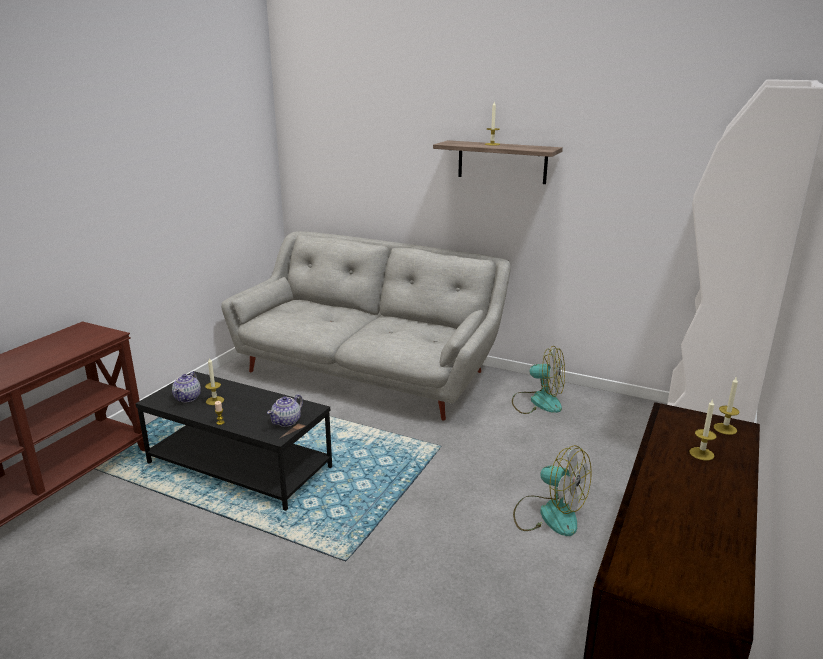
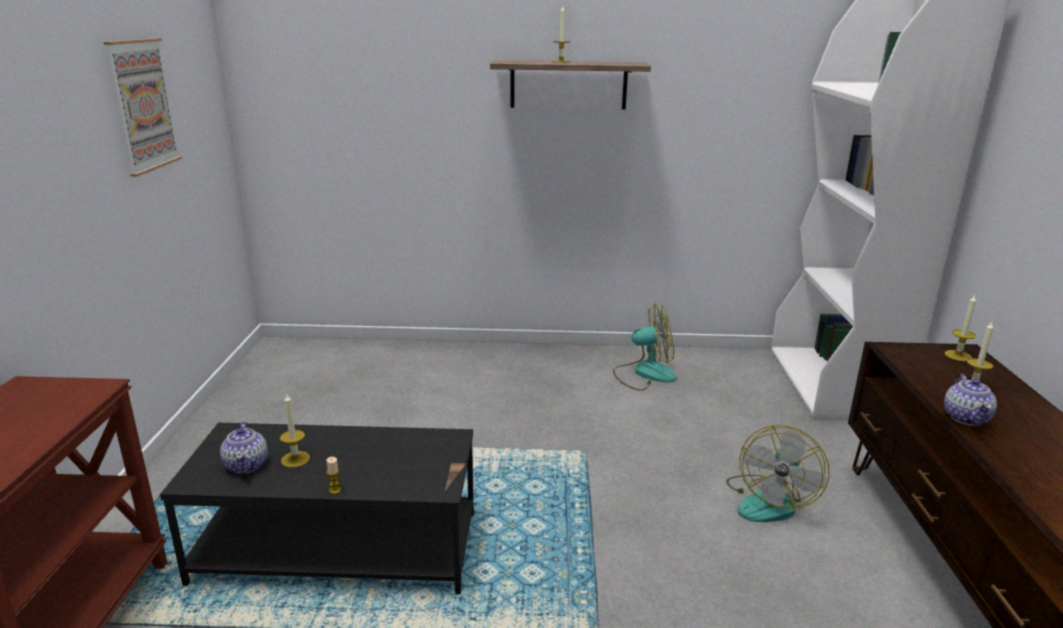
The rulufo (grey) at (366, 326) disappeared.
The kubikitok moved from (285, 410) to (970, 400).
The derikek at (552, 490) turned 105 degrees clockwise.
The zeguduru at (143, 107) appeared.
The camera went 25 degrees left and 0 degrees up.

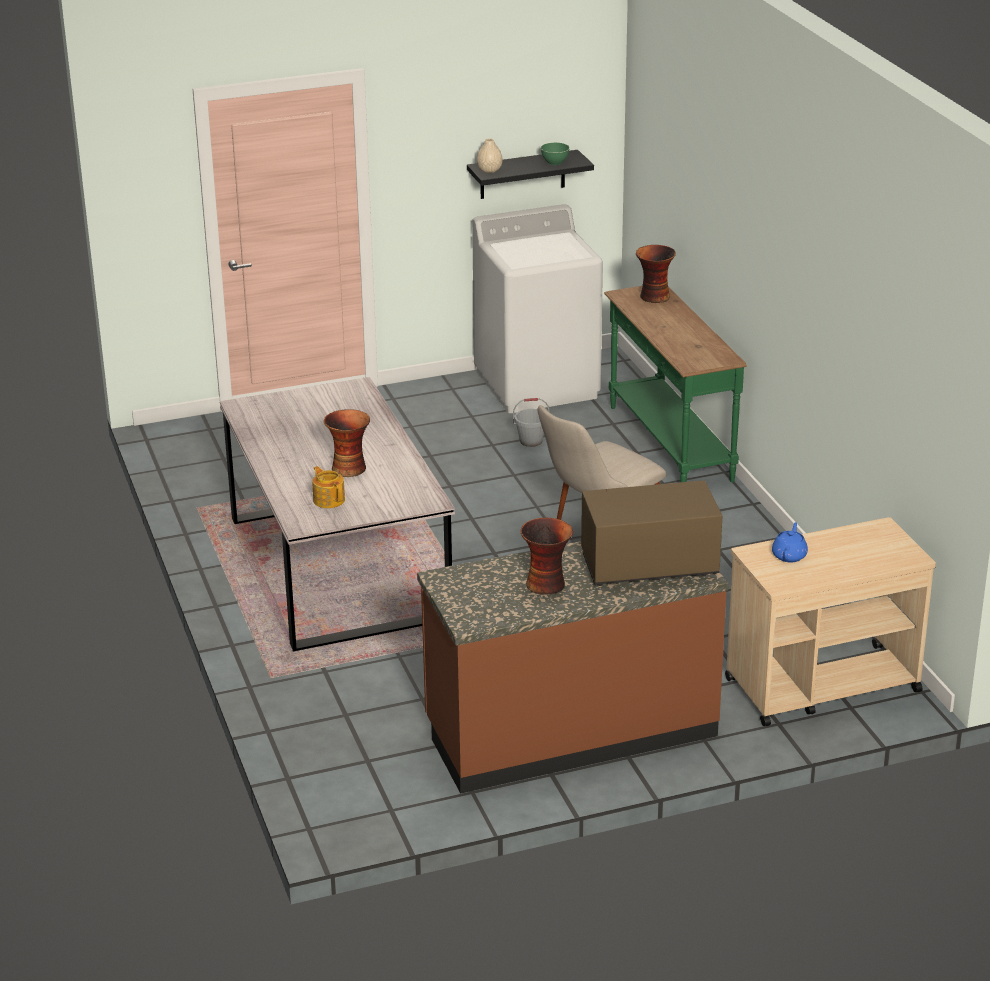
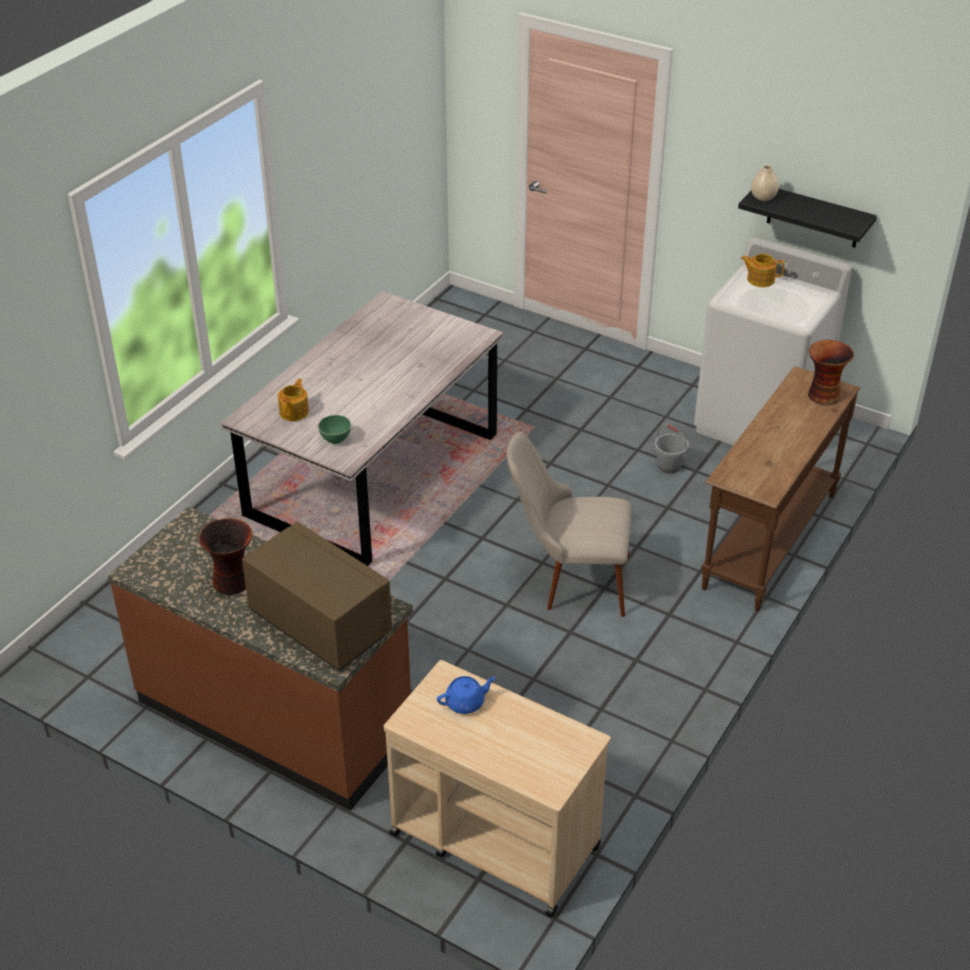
The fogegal at (347, 443) disappeared.
The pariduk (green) moved from (555, 154) to (334, 429).
The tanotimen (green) at (675, 384) became the tanotimen (brown) at (780, 488).
The kubikitok at (762, 270) appeared.
The camera went 50 degrees right and 10 degrees up.

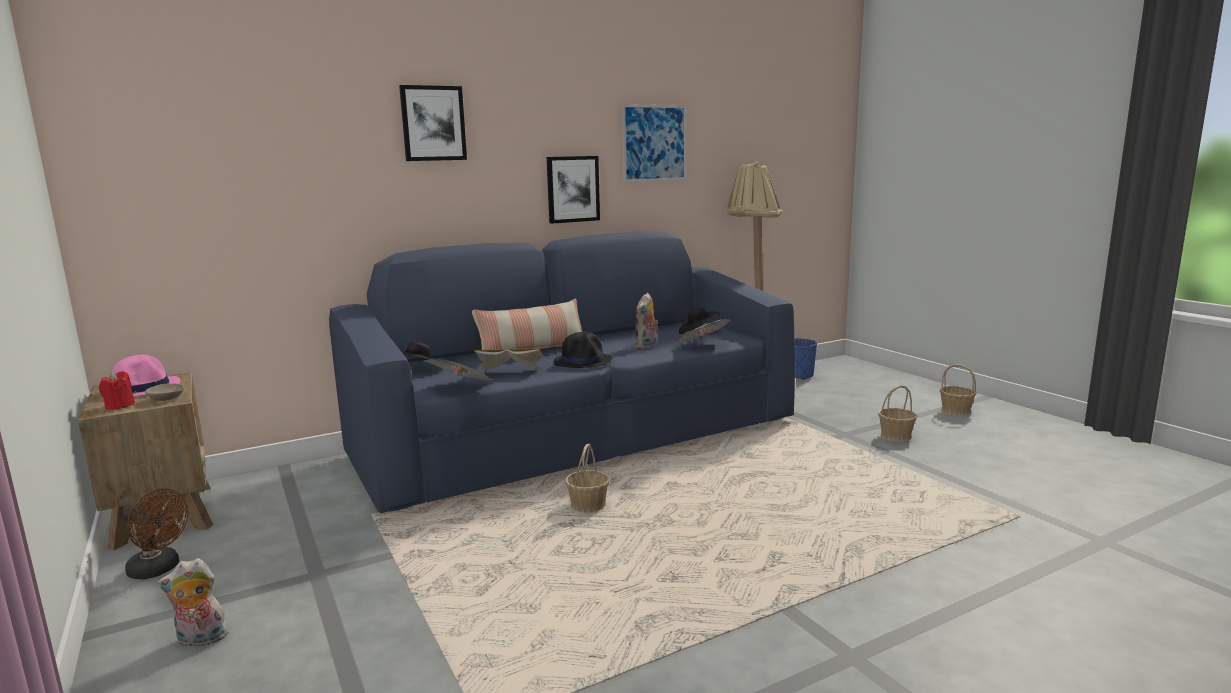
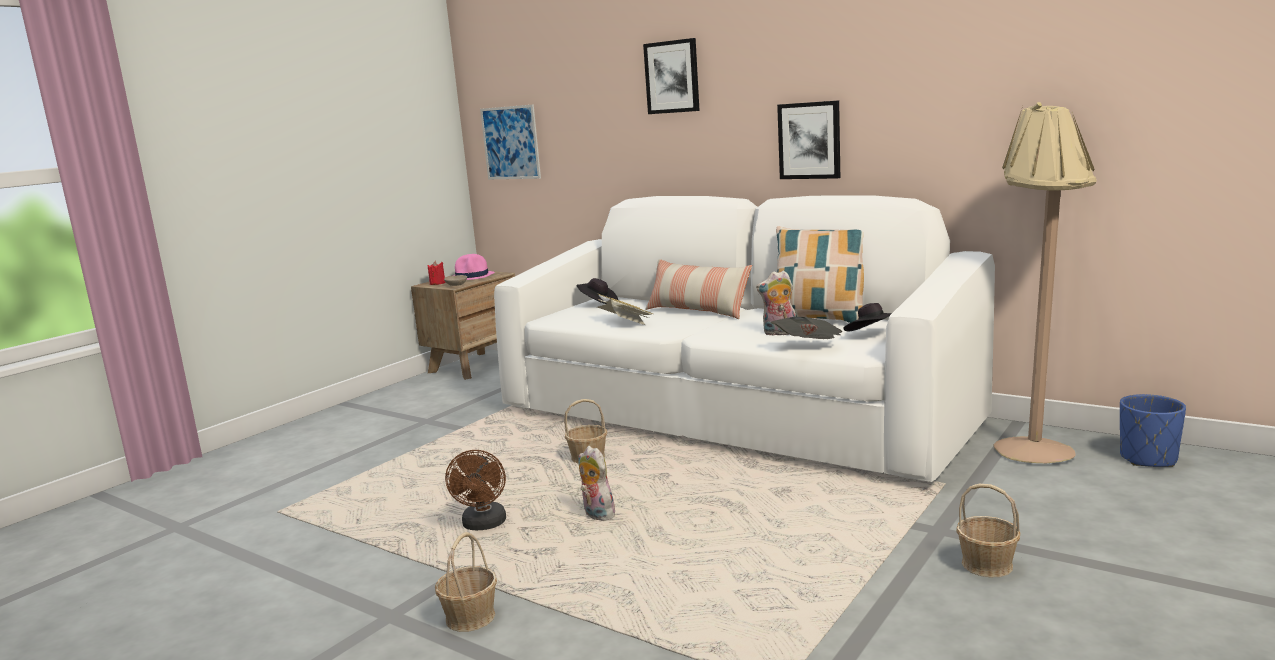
The derikek (brown) moved from (155, 533) to (475, 490).
The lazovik moved from (194, 603) to (598, 483).
The rulufo (blue) at (562, 372) became the rulufo (white) at (744, 338).
The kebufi at (458, 369) disappeared.
The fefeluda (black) at (583, 350) disappeared.
The zeguduru moved from (654, 143) to (510, 141).
The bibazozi moved from (958, 390) to (466, 582).
The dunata at (820, 274) appeared.
The camera went 65 degrees right and 0 degrees up.

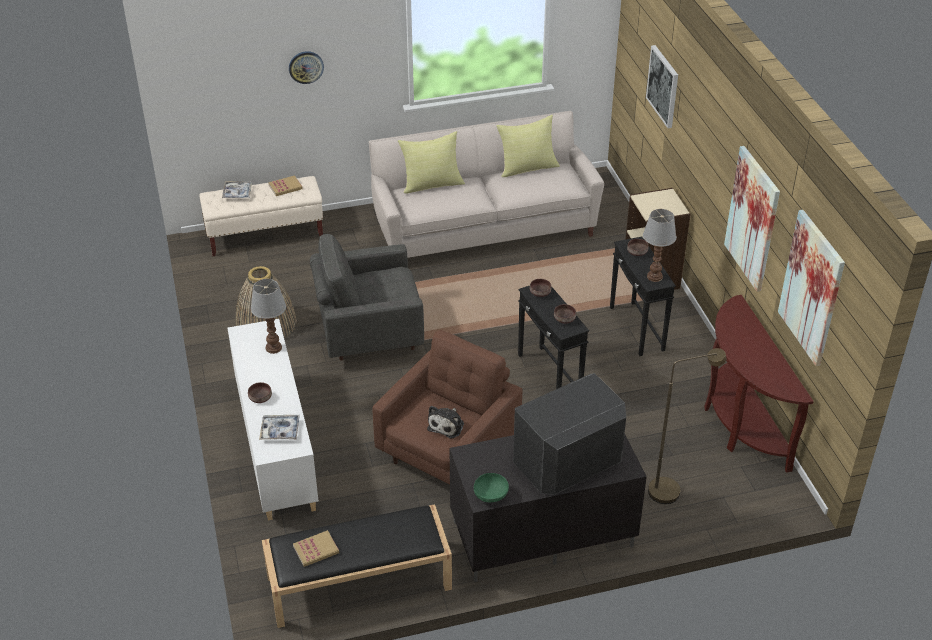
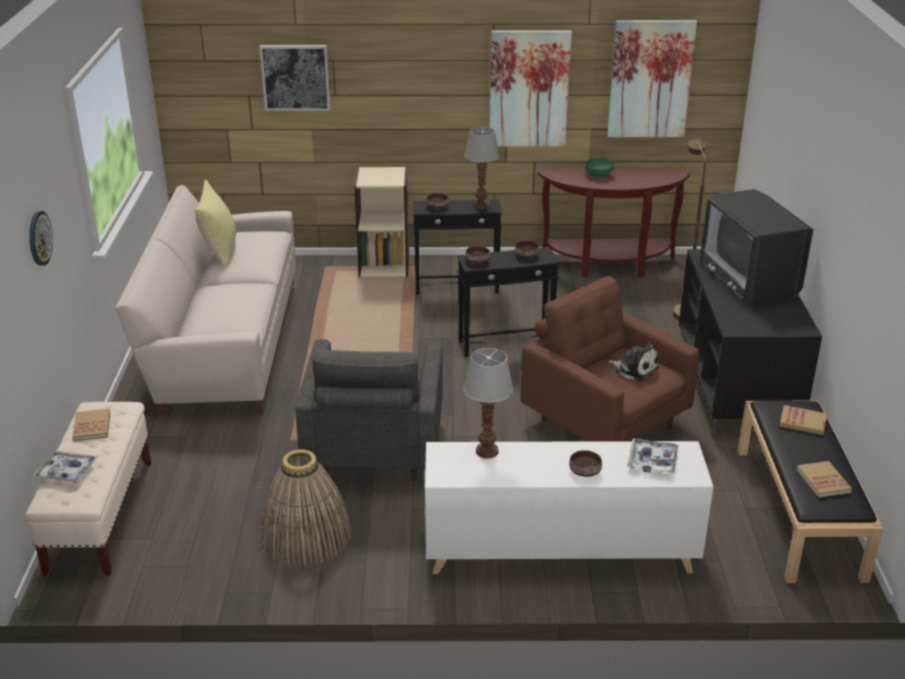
The dunata (yellow) at (431, 162) disappeared.
The pariduk (green) moved from (491, 487) to (599, 167).
The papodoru at (803, 420) appeared.
The camera went 75 degrees left and 10 degrees down.

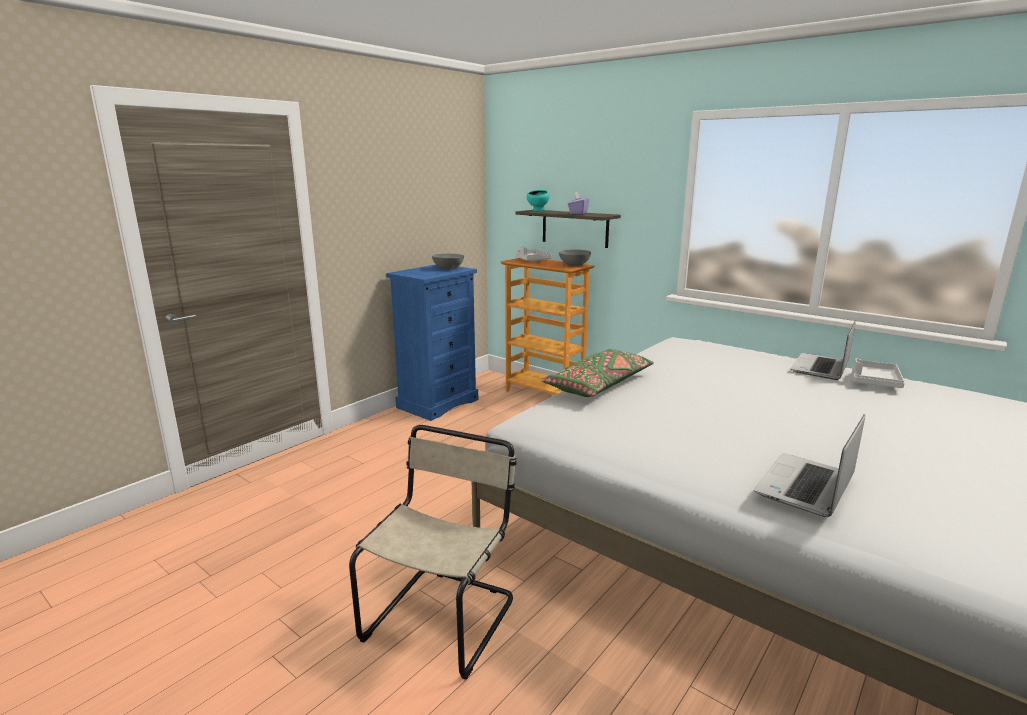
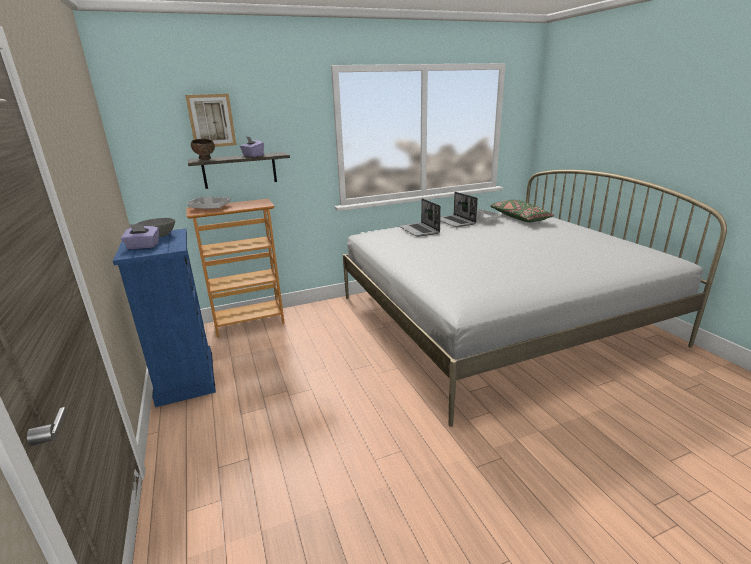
The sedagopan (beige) at (433, 552) disappeared.
The pariduk (turquoise) at (538, 200) became the pariduk (brown) at (203, 149).
The dunata (green) moved from (598, 373) to (522, 211).
The pariduk (grey) at (575, 258) disappeared.
The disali moved from (809, 465) to (420, 217).
The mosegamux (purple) at (140, 236) appeared.
The zeguduru at (210, 120) appeared.
The camera went 60 degrees left and 5 degrees up.

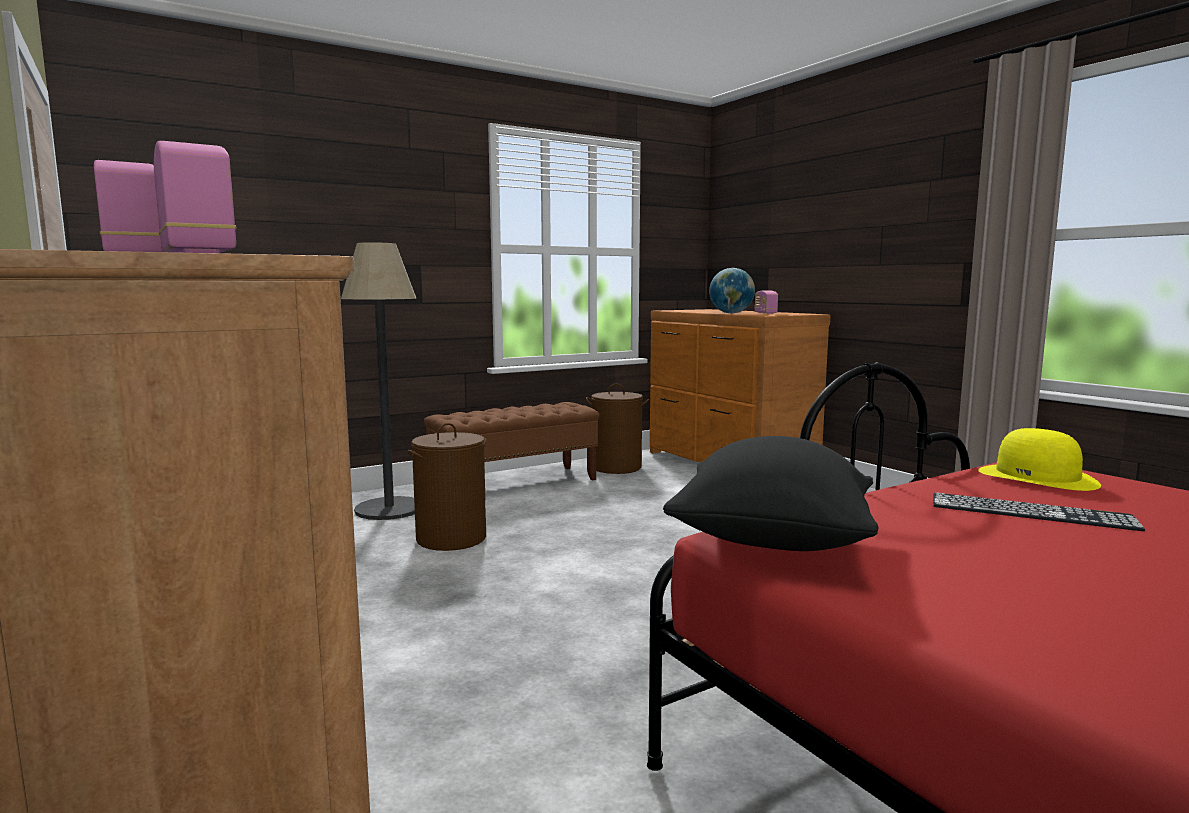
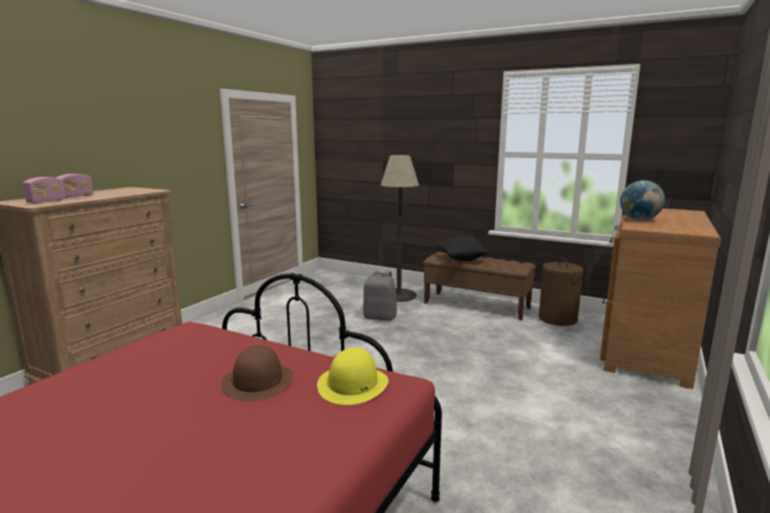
The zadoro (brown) at (446, 487) was replaced by the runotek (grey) at (380, 295).
The dunata (black) moved from (770, 493) to (463, 248).
The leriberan at (766, 302) disappeared.
The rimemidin at (1039, 512) was replaced by the fefeluda (brown) at (257, 373).
The camera went 60 degrees right and 5 degrees up.

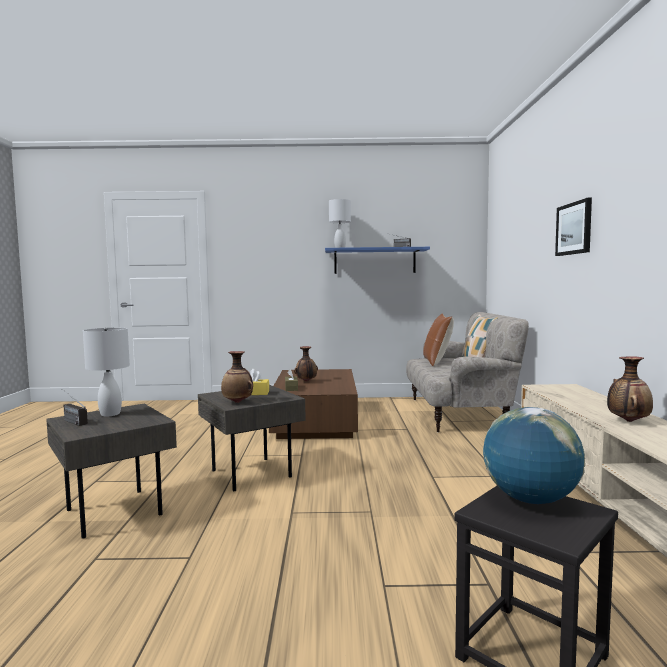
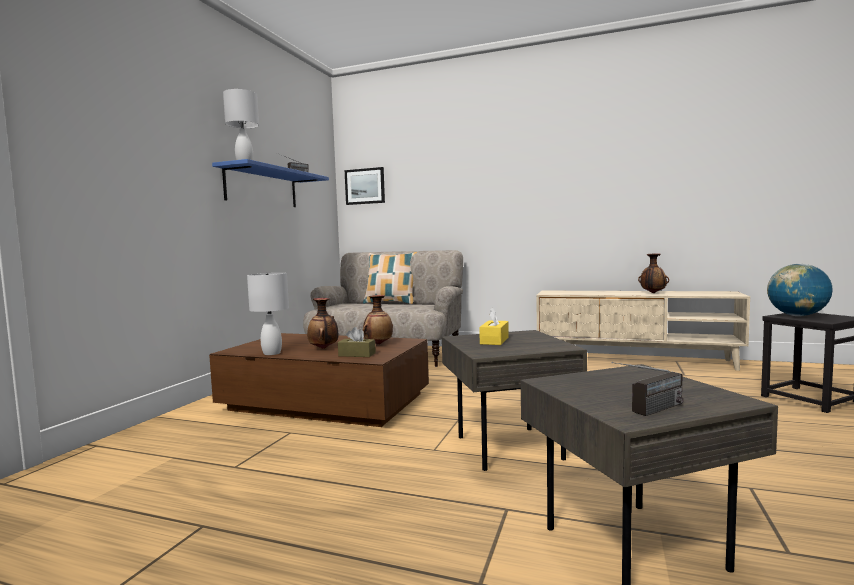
The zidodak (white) moved from (106, 372) to (268, 313).
The fogegal moved from (237, 377) to (378, 320).
The dunata (brown) at (438, 339) disappeared.
The zeguduru moved from (573, 227) to (365, 186).
The camera went 70 degrees left and 0 degrees up.

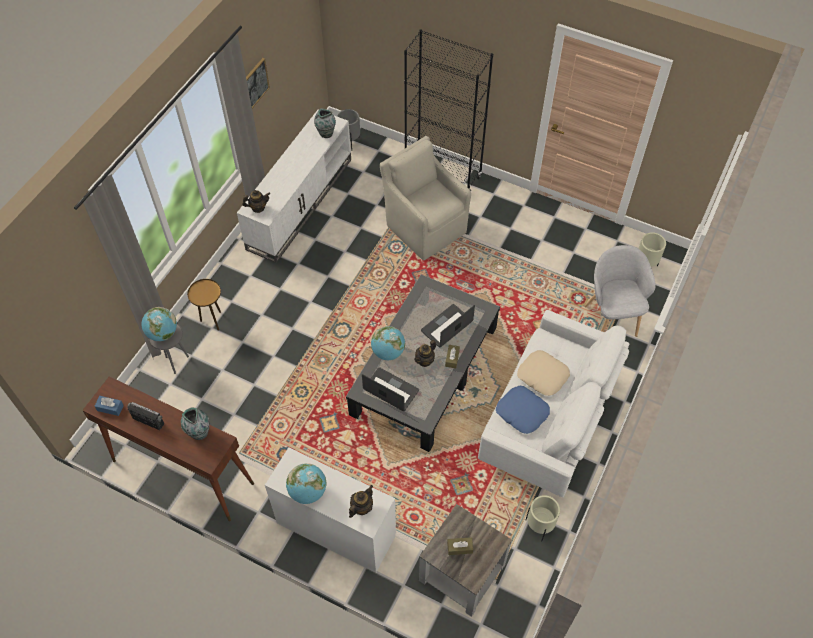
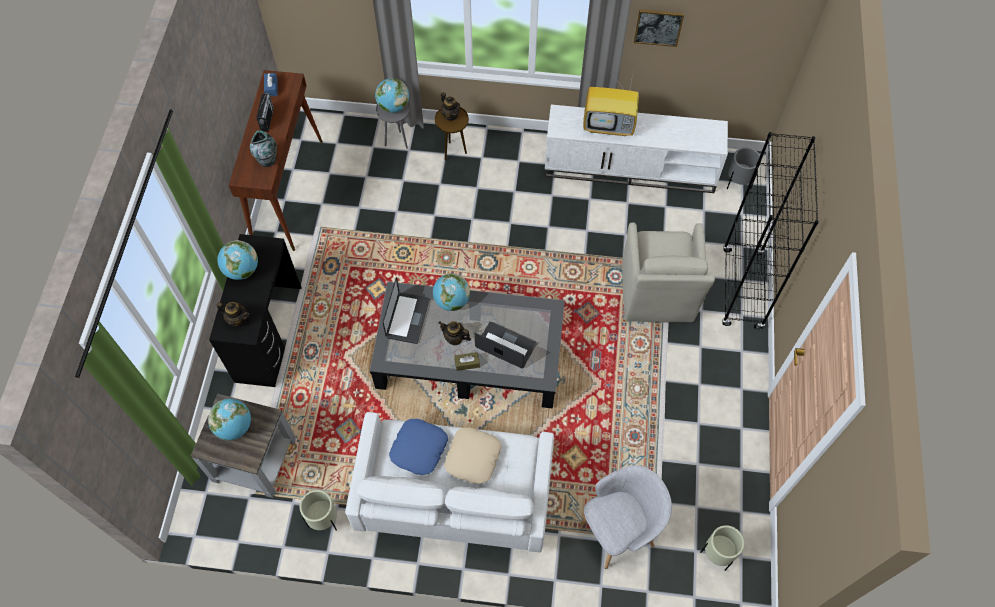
The kubikitok moved from (256, 201) to (450, 106).
The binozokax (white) at (330, 510) became the binozokax (black) at (255, 310).
The fogegal at (325, 123) disappeared.
The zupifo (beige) at (425, 198) turned 150 degrees clockwise.
The mosegamux (brown) at (460, 546) was replaced by the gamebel at (229, 419).
The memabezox at (611, 104) appeared.
The camera went 70 degrees right and 5 degrees up.

